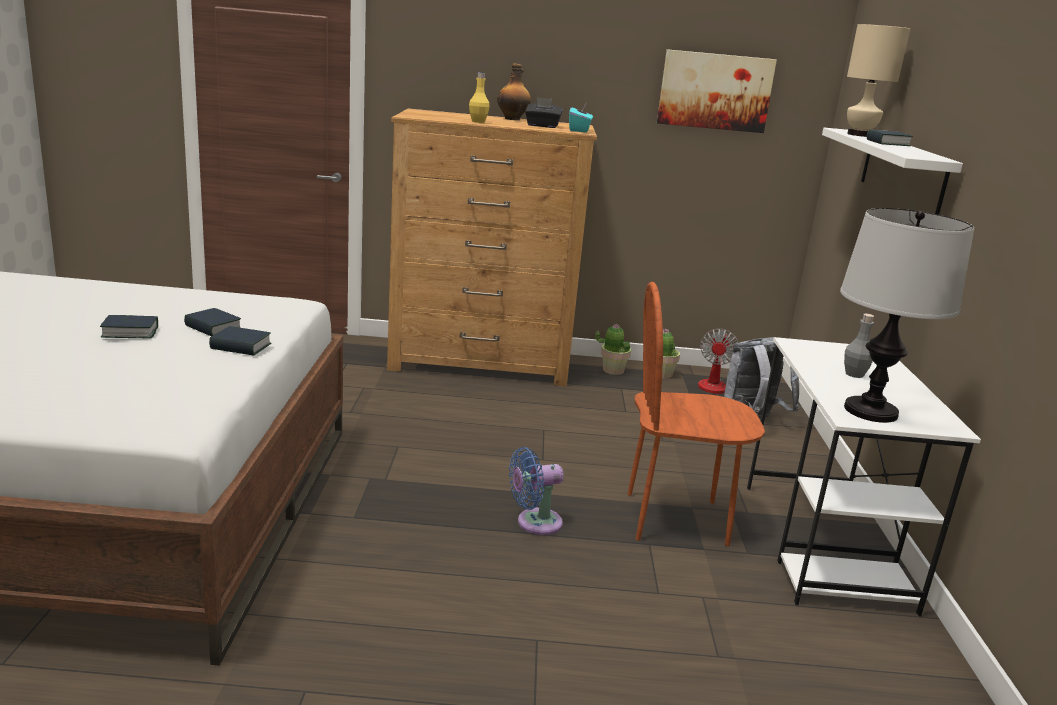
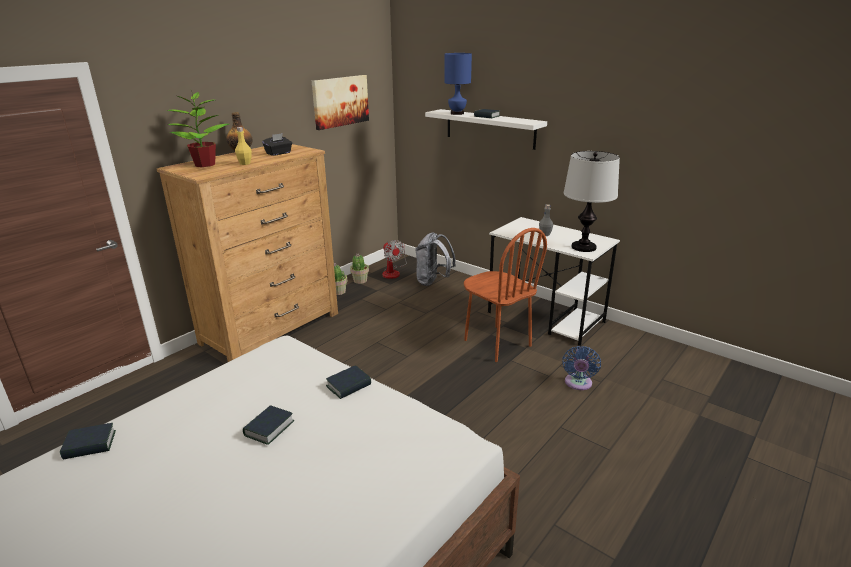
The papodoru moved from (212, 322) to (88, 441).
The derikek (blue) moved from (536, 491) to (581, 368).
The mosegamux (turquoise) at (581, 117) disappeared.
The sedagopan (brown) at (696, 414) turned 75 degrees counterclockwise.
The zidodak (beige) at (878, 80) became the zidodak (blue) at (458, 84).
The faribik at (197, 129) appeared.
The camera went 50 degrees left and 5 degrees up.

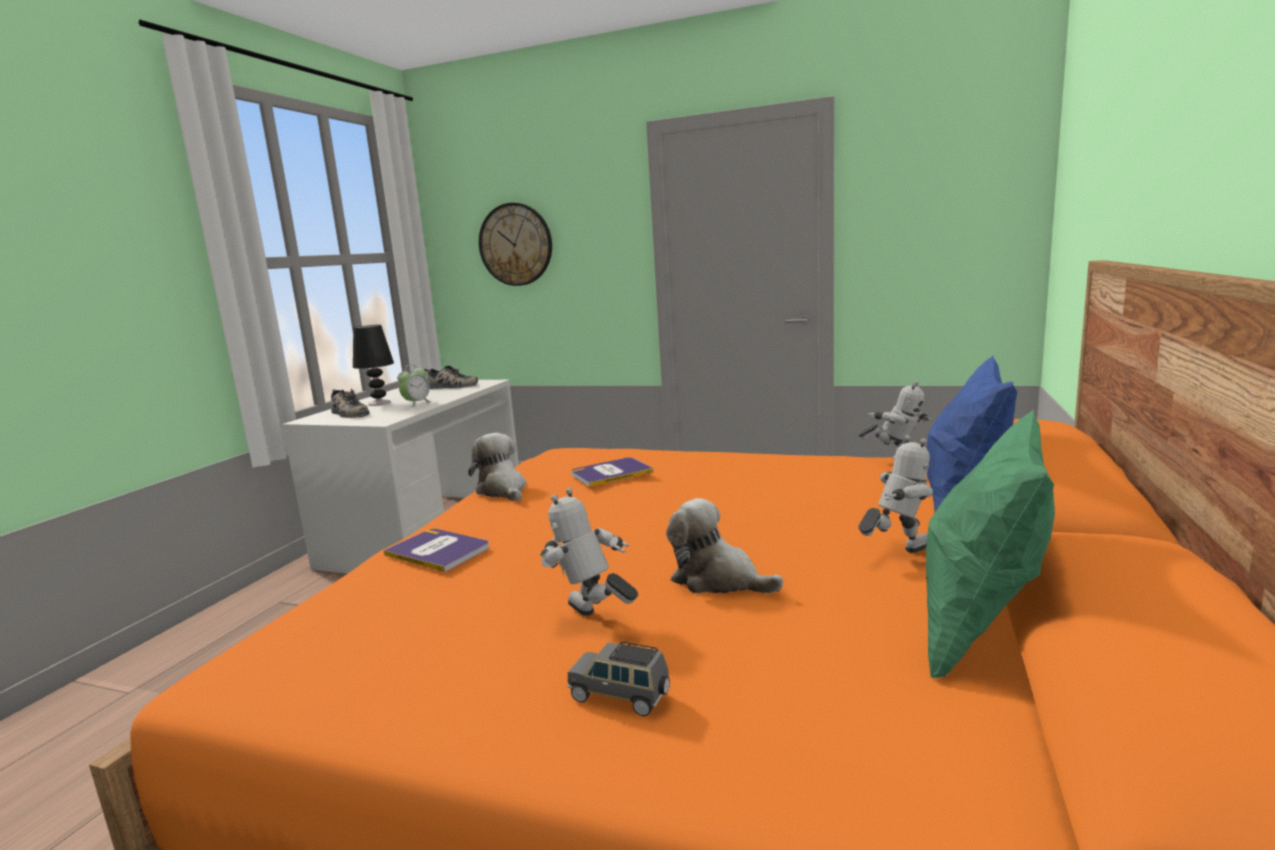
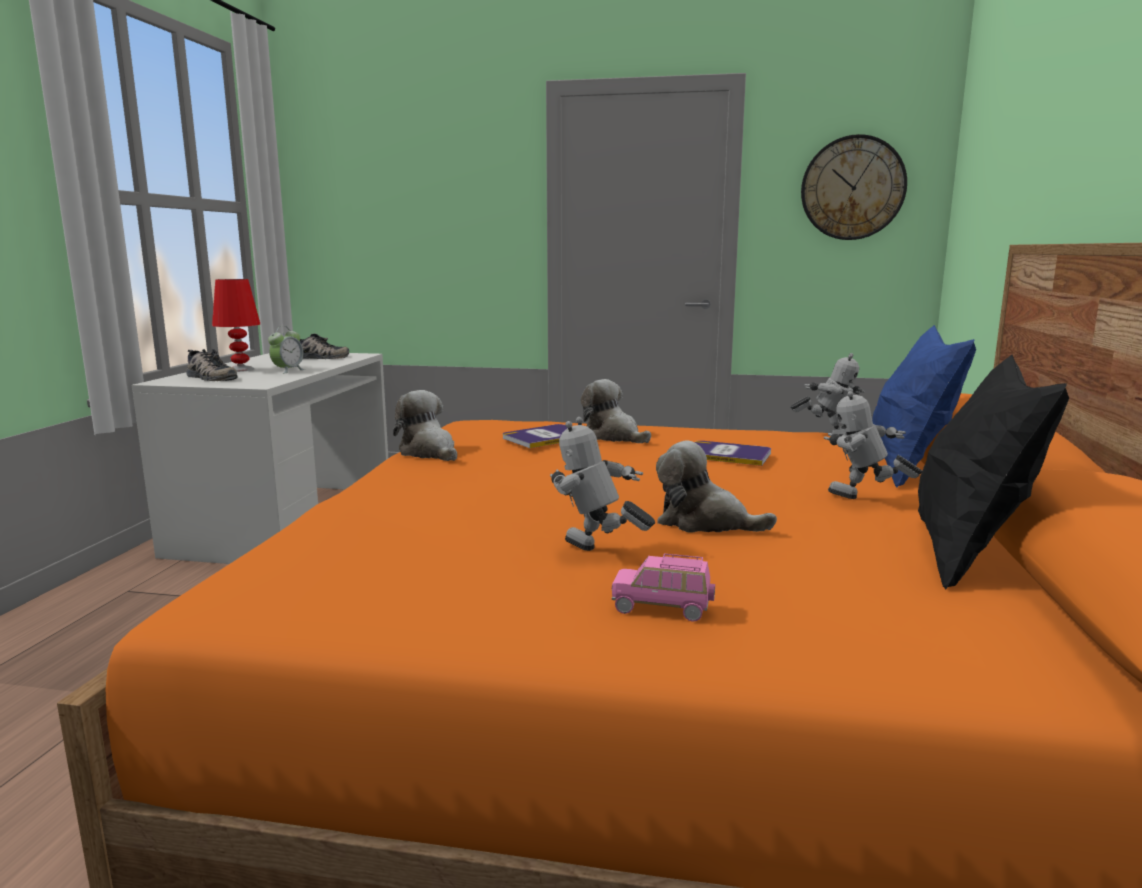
The zidodak (black) at (373, 365) became the zidodak (red) at (236, 325).
The papodoru moved from (436, 550) to (733, 453).
The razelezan moved from (515, 244) to (854, 187).
The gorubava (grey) at (619, 678) became the gorubava (pink) at (663, 588).
The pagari at (895, 494) turned 120 degrees counterclockwise.
The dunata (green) at (990, 545) became the dunata (black) at (993, 472).
The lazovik at (616, 411) appeared.
The camera went 10 degrees left and 0 degrees up.

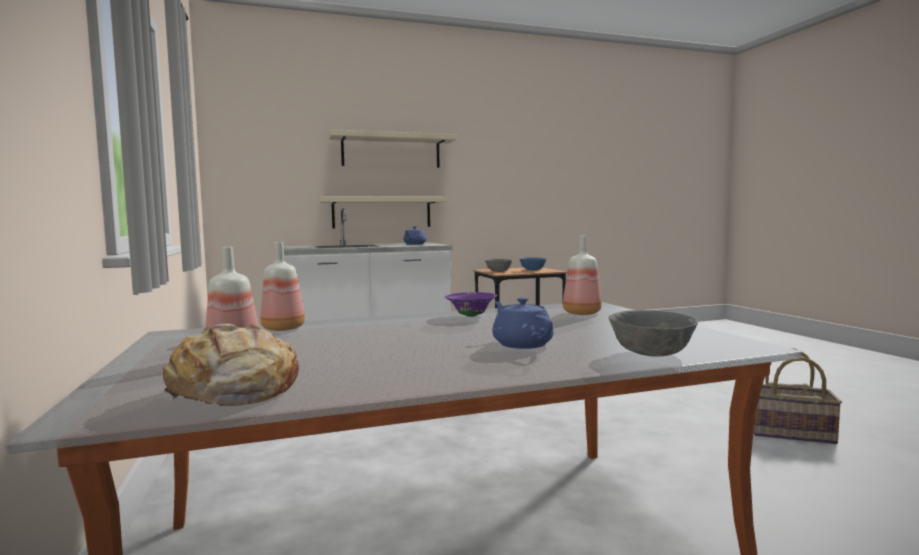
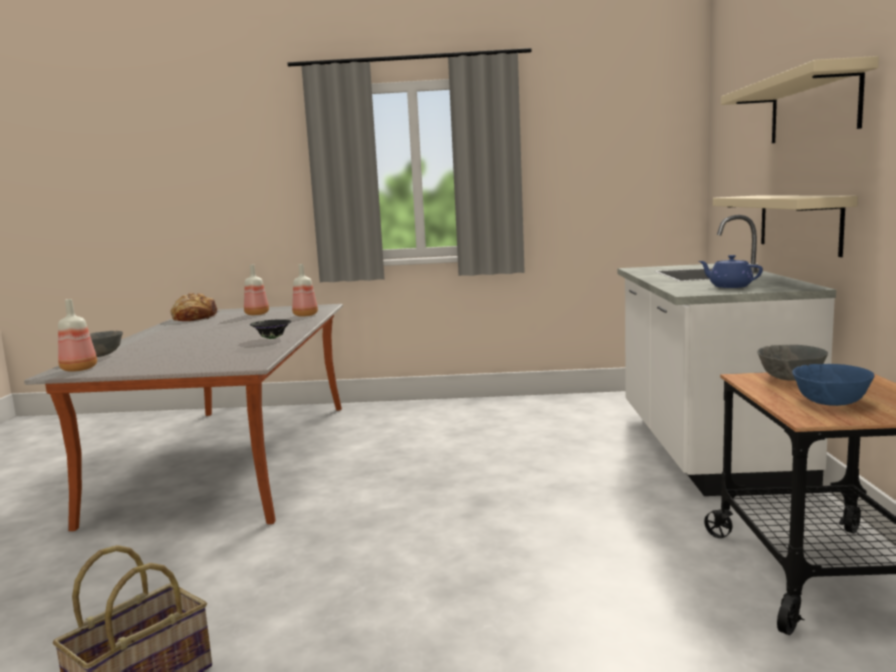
The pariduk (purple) at (471, 304) became the pariduk (black) at (271, 329).
The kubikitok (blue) at (523, 323) disappeared.
The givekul moved from (582, 275) to (77, 335).
The camera went 110 degrees right and 5 degrees up.

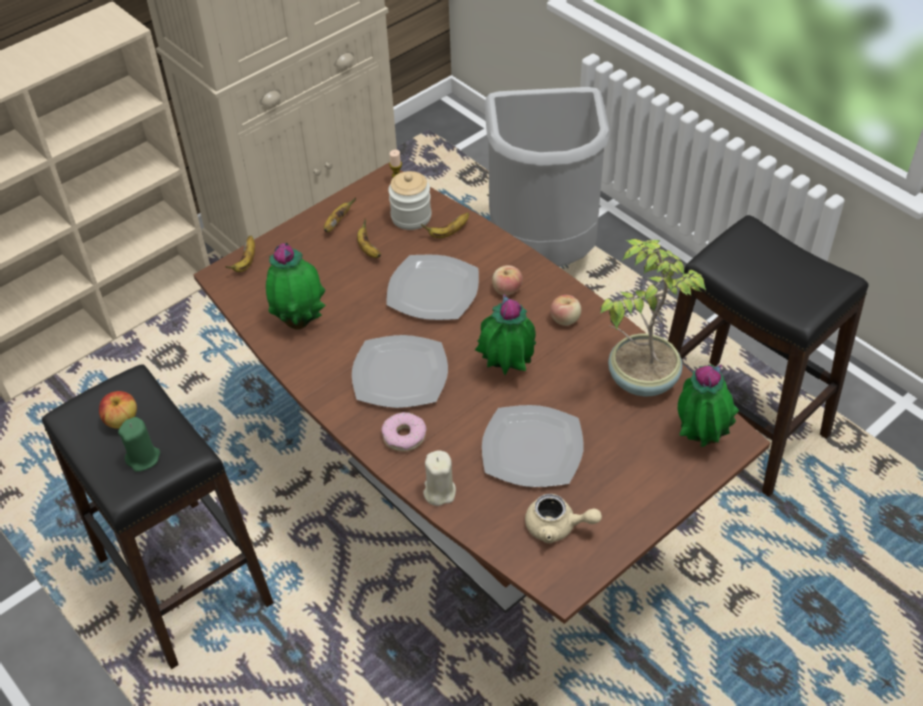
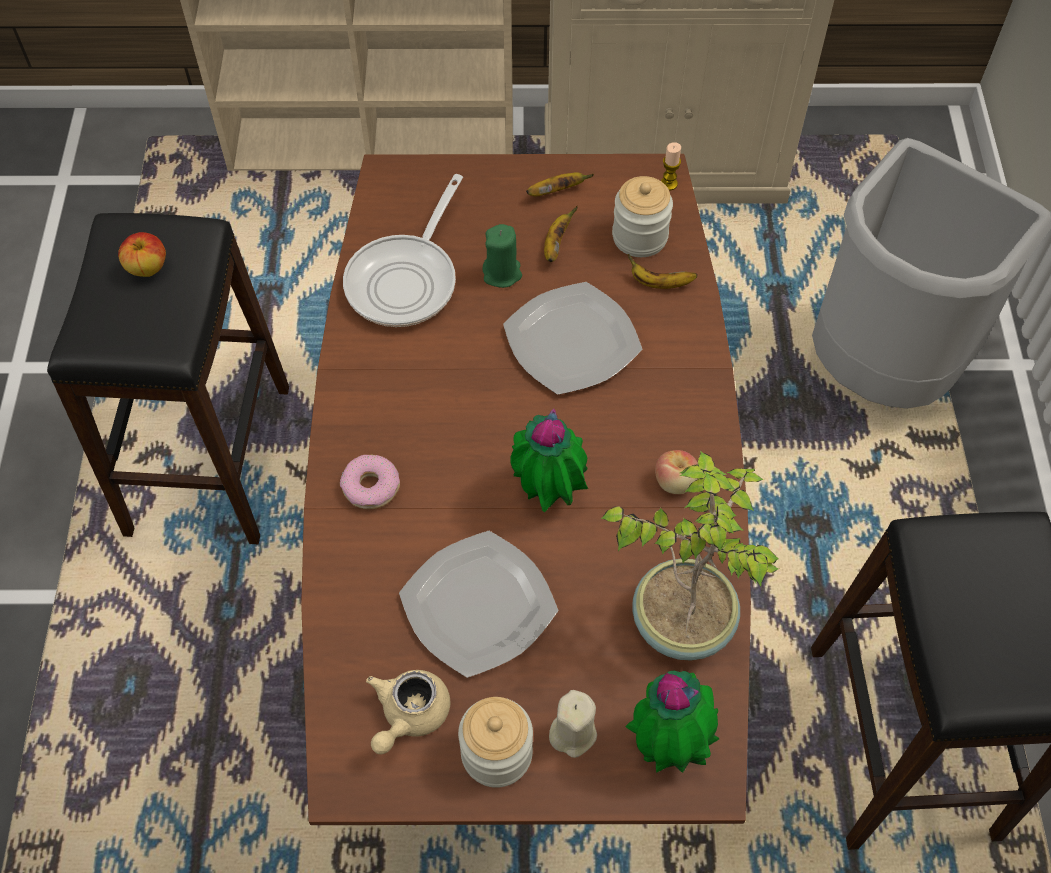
The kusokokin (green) moved from (139, 444) to (502, 256).
The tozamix at (240, 253) disappeared.
The faribik at (296, 286) was replaced by the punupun at (403, 250).
The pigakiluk at (400, 371) disappeared.
The kusokokin (beige) moved from (439, 478) to (573, 724).
The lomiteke at (507, 280) disappeared.
The kubikitok (beige) at (563, 518) turned 60 degrees clockwise.
The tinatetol at (495, 742) appeared.
The camera went 40 degrees right and 10 degrees up.

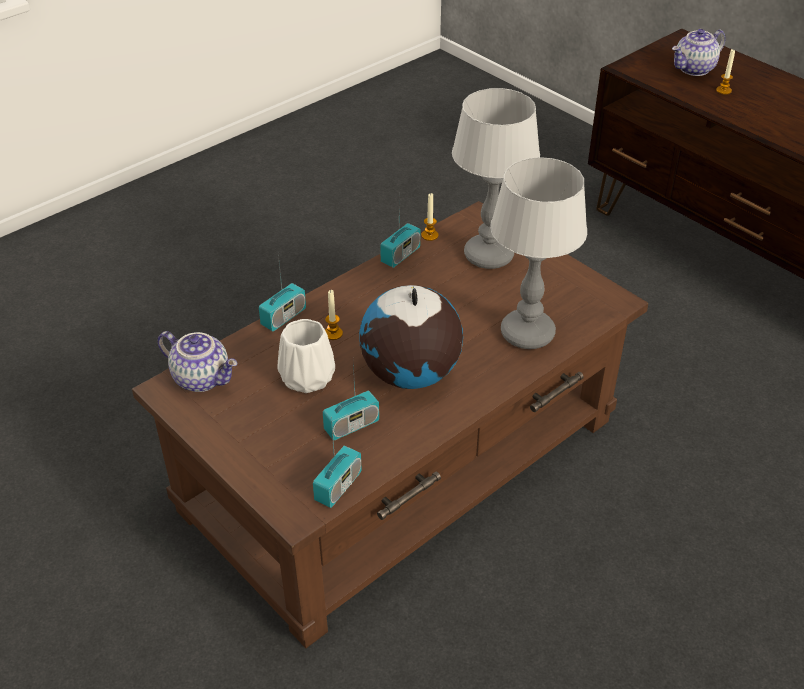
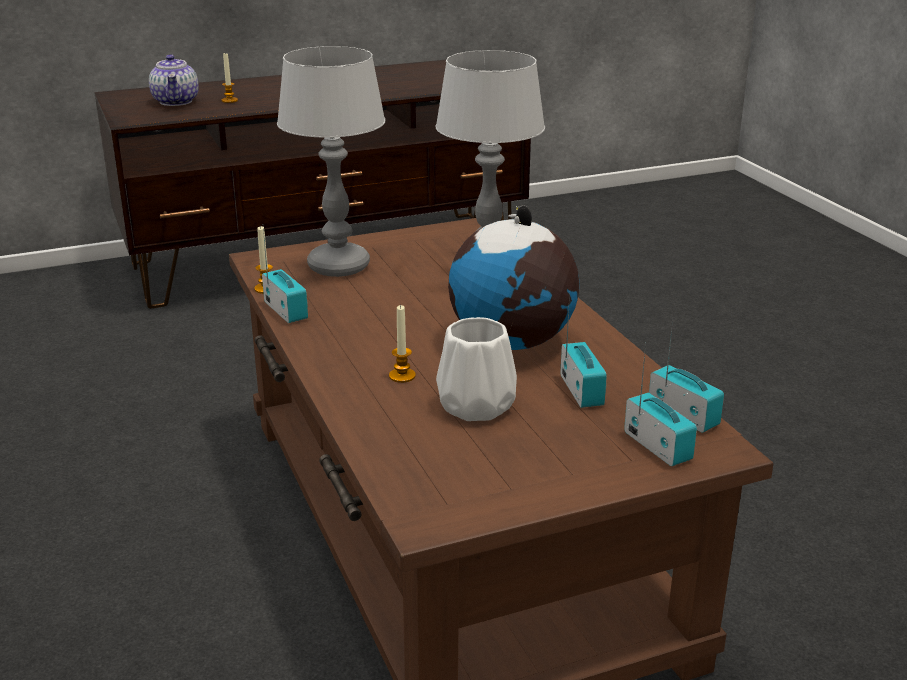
The kubikitok at (197, 361) disappeared.
The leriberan moved from (282, 293) to (660, 404).
The camera went 70 degrees left and 15 degrees down.

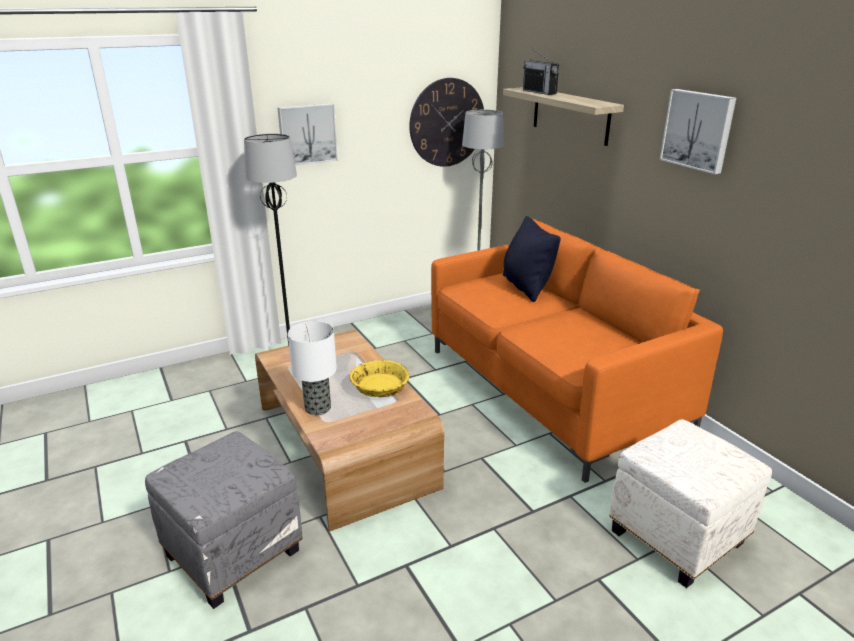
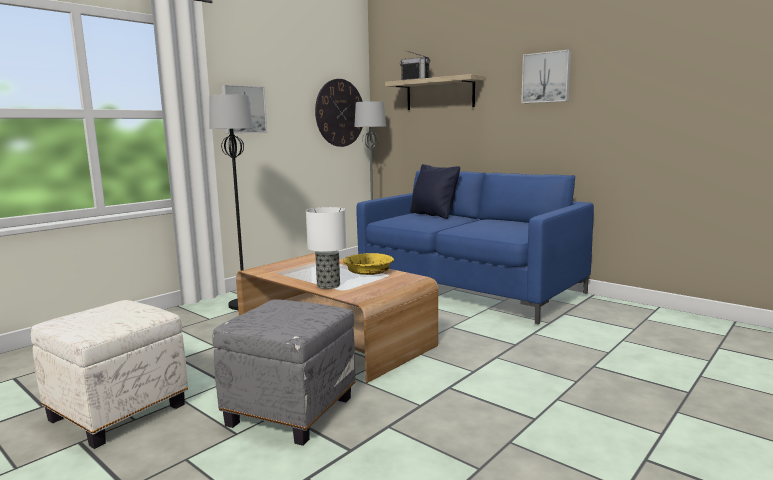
The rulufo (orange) at (577, 350) became the rulufo (blue) at (475, 247).
The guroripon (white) moved from (690, 503) to (109, 374).
The camera went 20 degrees left and 15 degrees down.

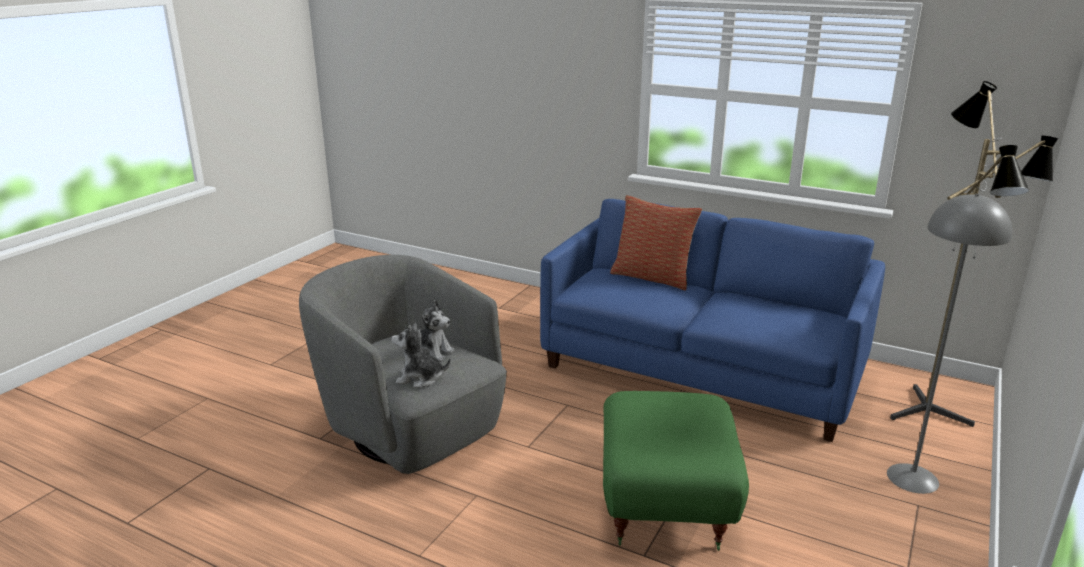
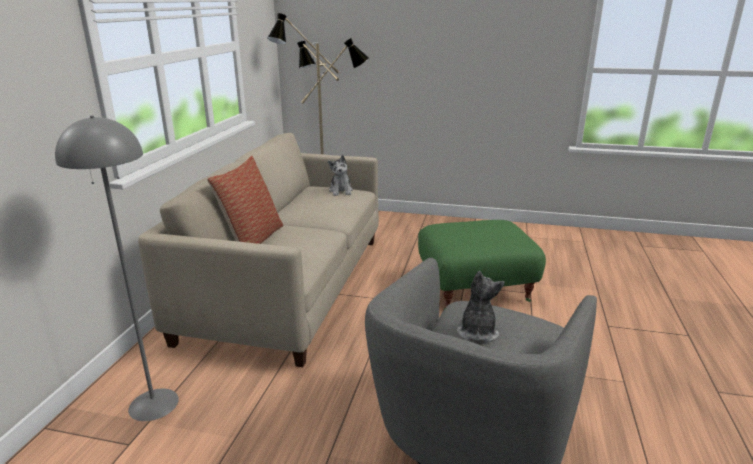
The lazovik moved from (421, 355) to (340, 175).
The rulufo (blue) at (712, 320) became the rulufo (beige) at (258, 250).
The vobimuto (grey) moved from (949, 344) to (117, 268).
The camera went 105 degrees left and 0 degrees up.

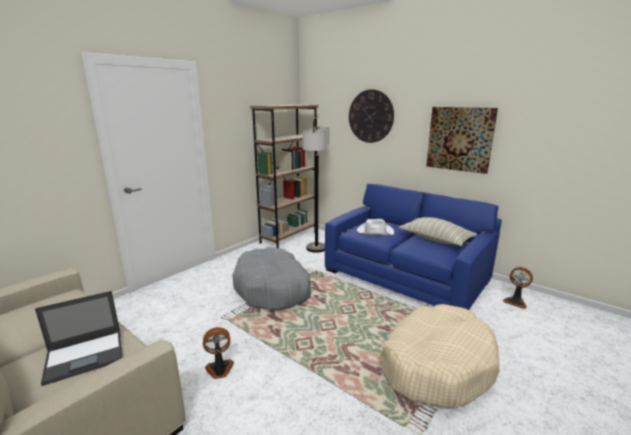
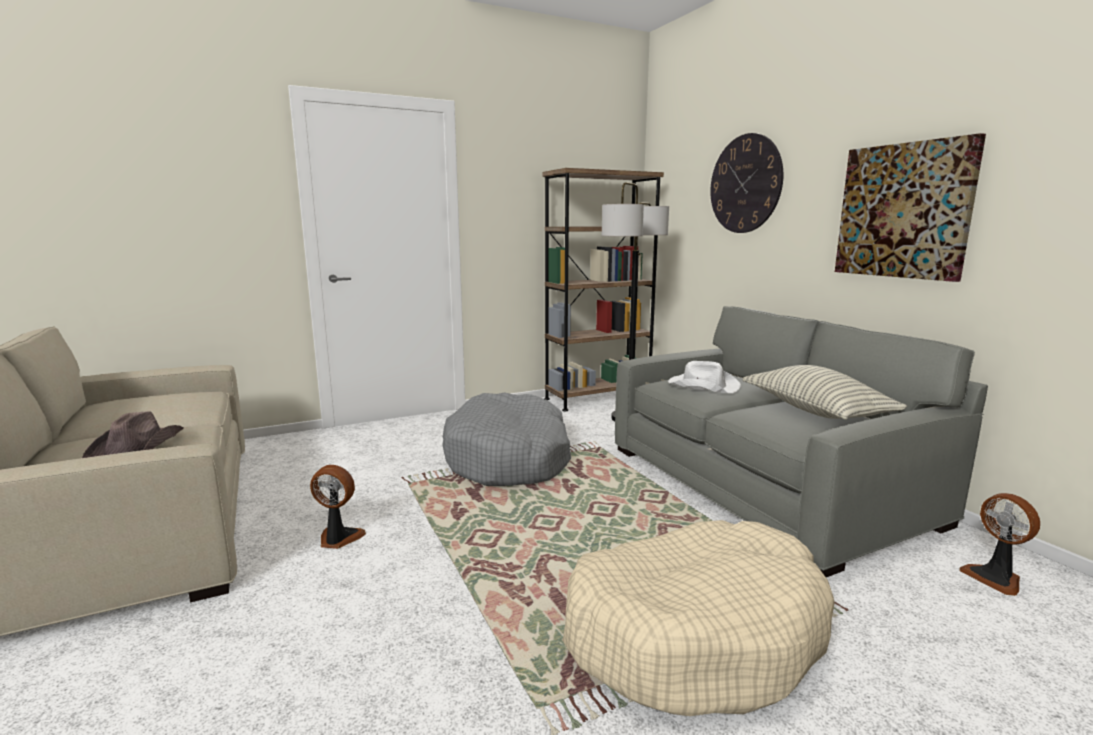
The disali at (78, 338) was replaced by the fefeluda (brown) at (133, 434).
The rulufo (blue) at (413, 247) became the rulufo (grey) at (801, 441).
The camera went 25 degrees right and 5 degrees down.

